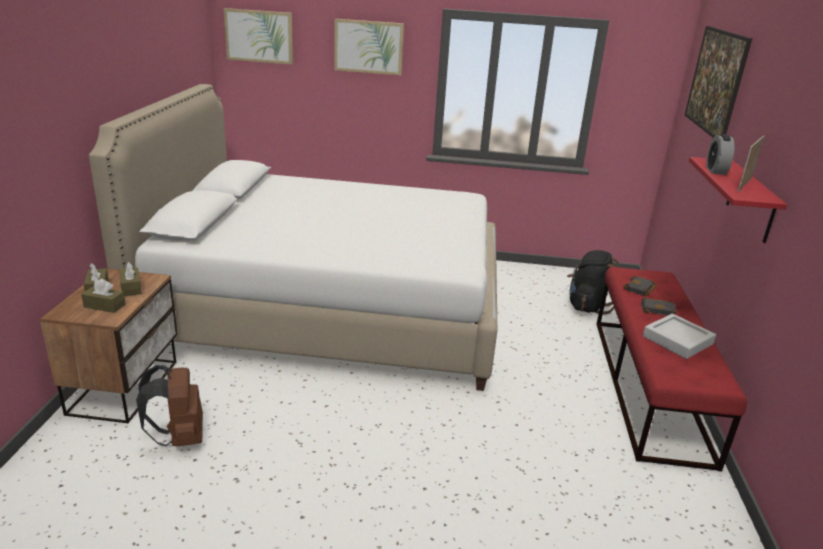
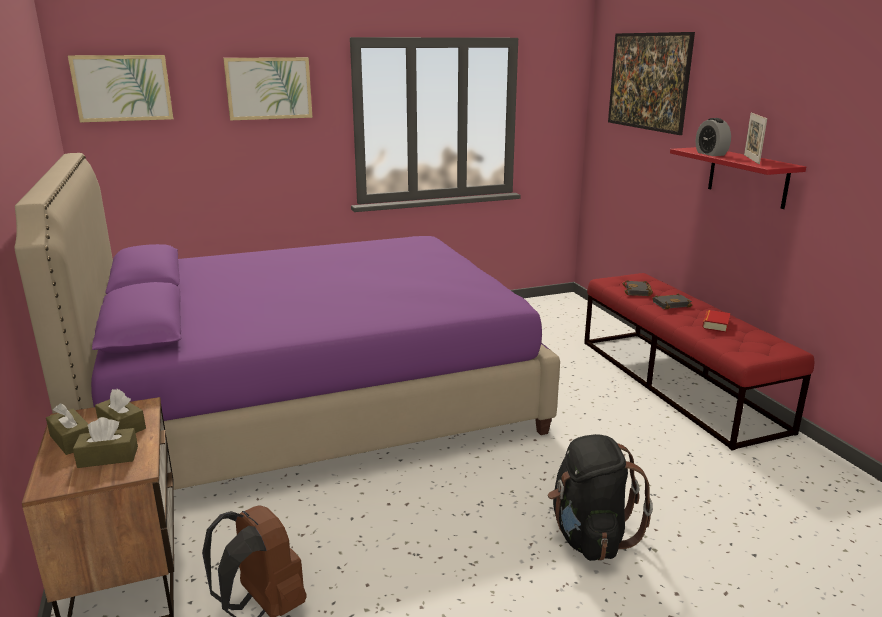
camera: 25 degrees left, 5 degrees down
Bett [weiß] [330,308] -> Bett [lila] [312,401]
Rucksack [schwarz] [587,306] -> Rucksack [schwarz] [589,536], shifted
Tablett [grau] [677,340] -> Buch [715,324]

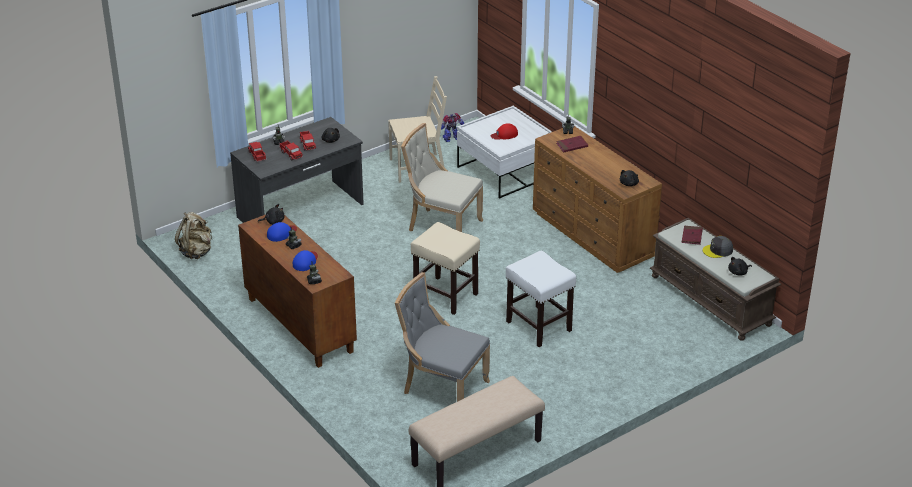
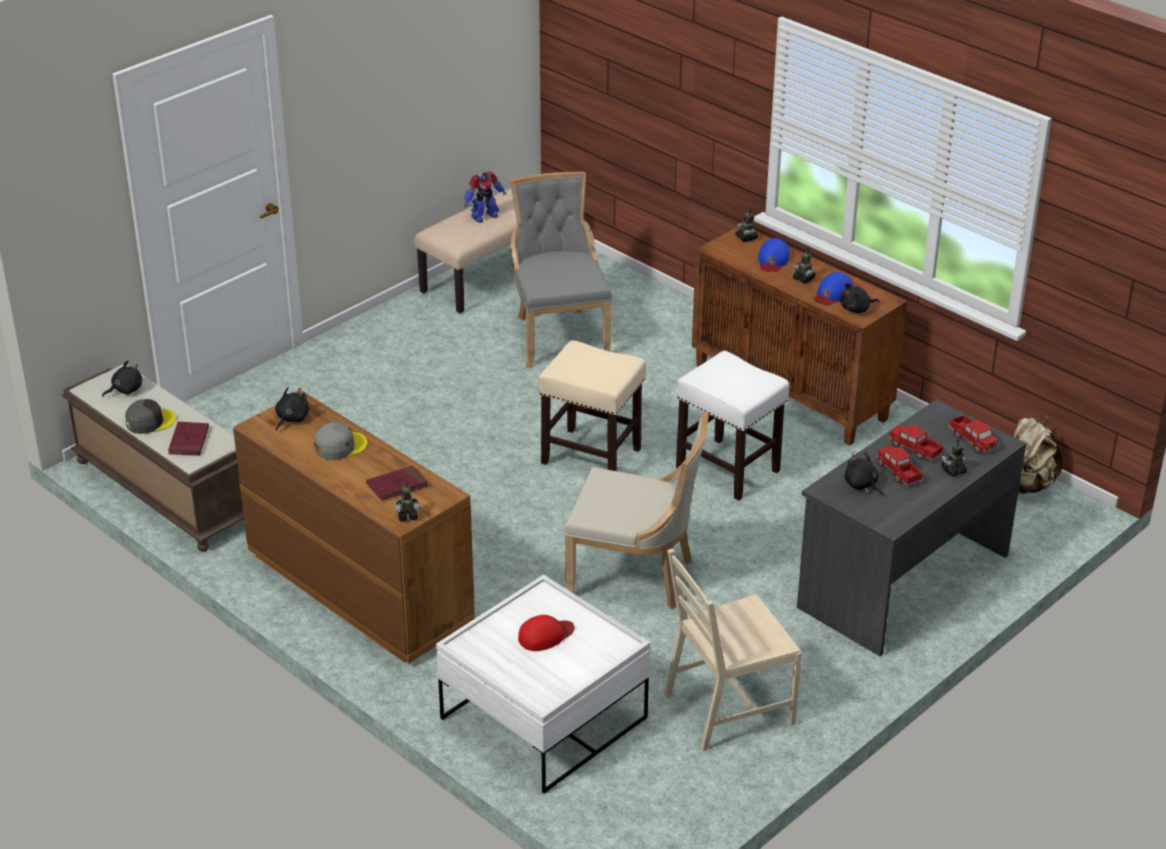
camera: 170 degrees right, 0 degrees up
Stuhl [grau] [442,388] -> Stuhl [grau] [559,335], 120 degrees counterclockwise
Spielzeugroboter [452,139] -> Spielzeugroboter [484,216], shifted
Hocker [weiß] [538,326] -> Hocker [weiß] [729,469], shifted
none -> Kappe [grau] [340,446]

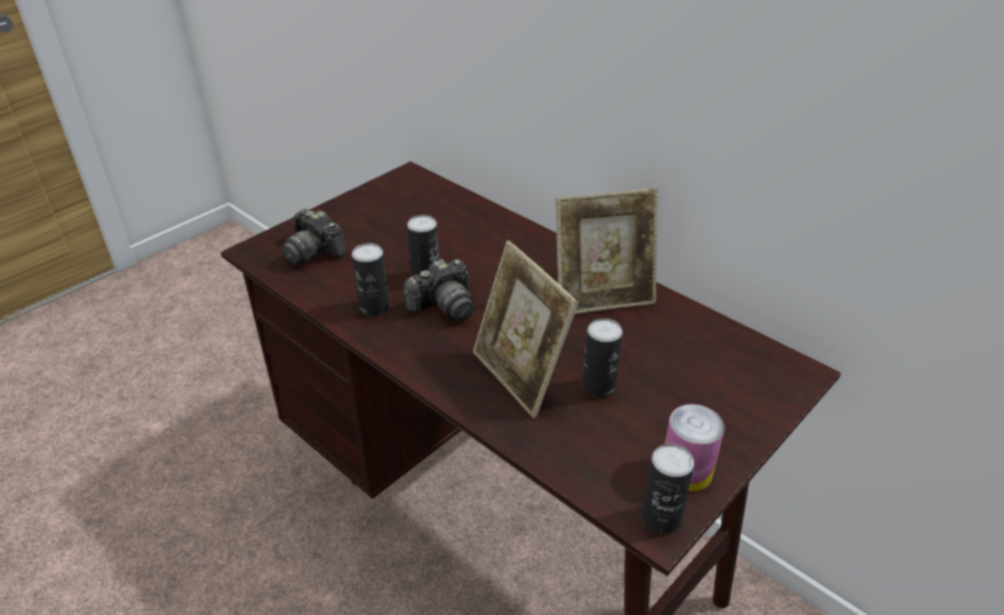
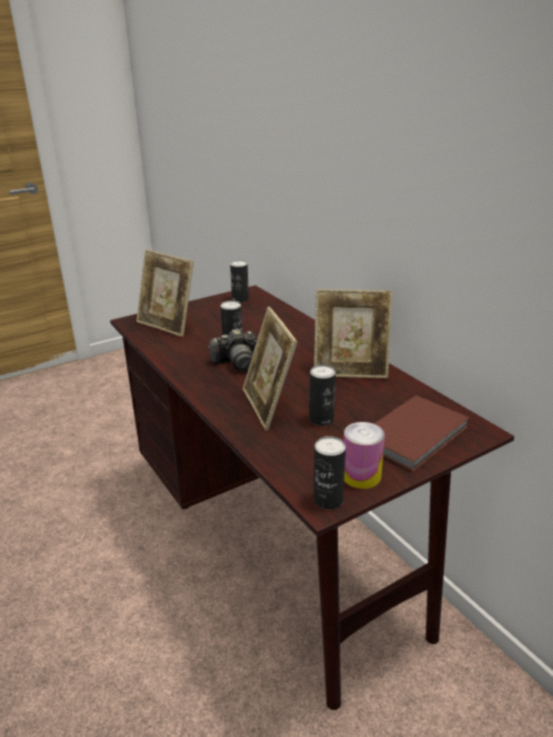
camera: 15 degrees right, 10 degrees down
Kamera [314,251] -> Bilderrahmen [167,325]
Dose [374,307] -> Dose [240,299], shifted
none -> Buch [braun] [416,435]

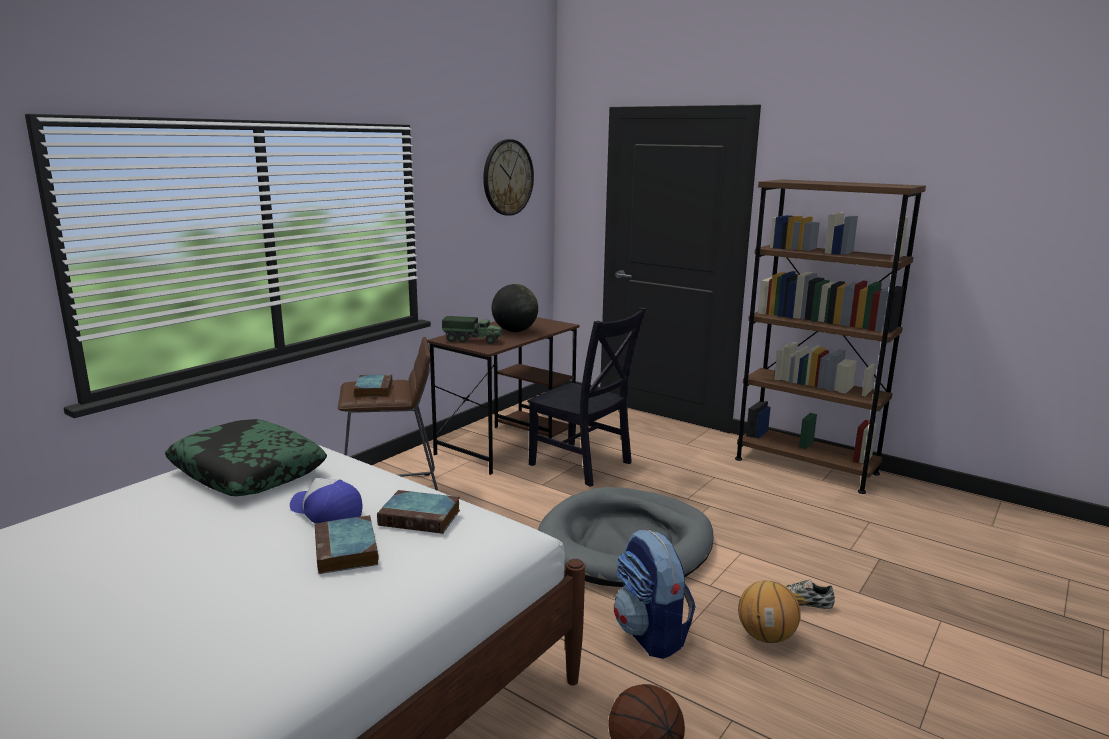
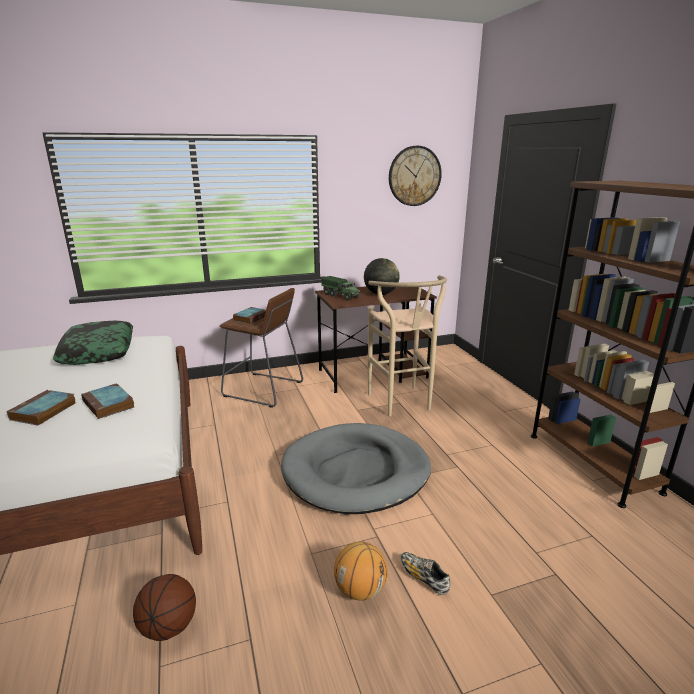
camera: 35 degrees right, 5 degrees up
Kappe [326,512] -> none
Stuhl [schwarz] [583,465] -> Hocker [beige] [402,404]
Rucksack [651,634] -> none

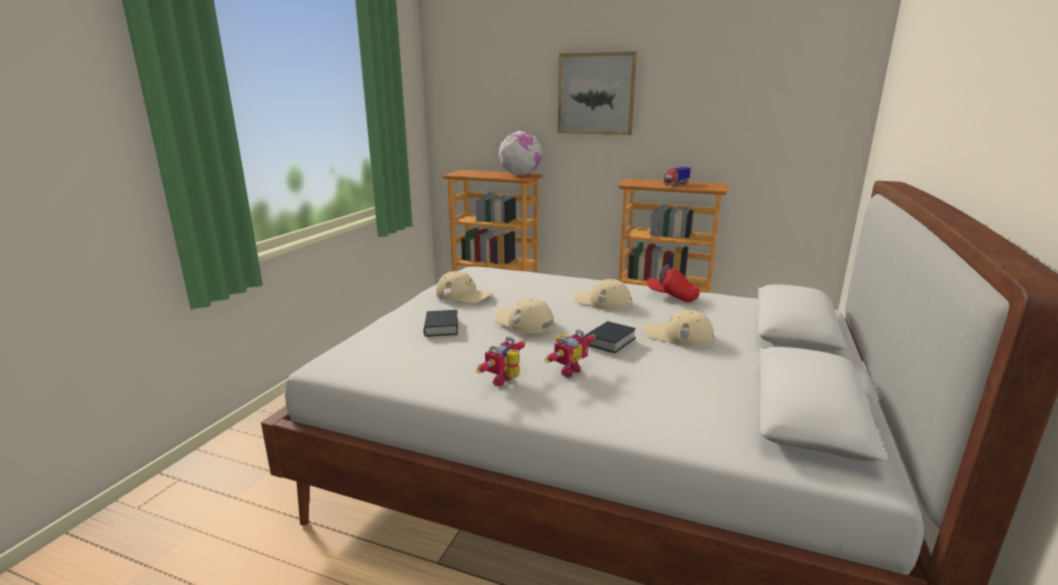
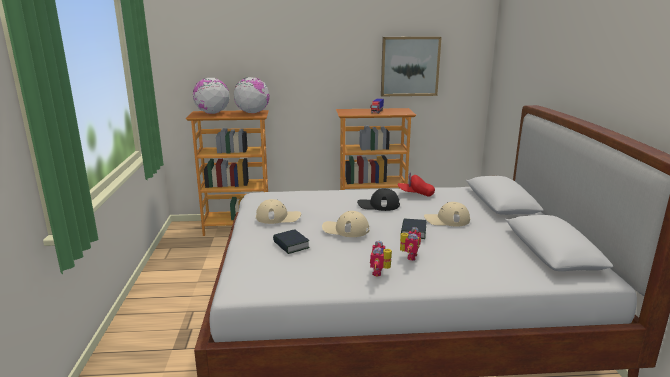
camera: 25 degrees left, 0 degrees up
Bild [596,94] -> Bild [410,66], shifted
Kappe [beige] [602,301] -> Kappe [schwarz] [378,205]
none -> Globus [212,113]

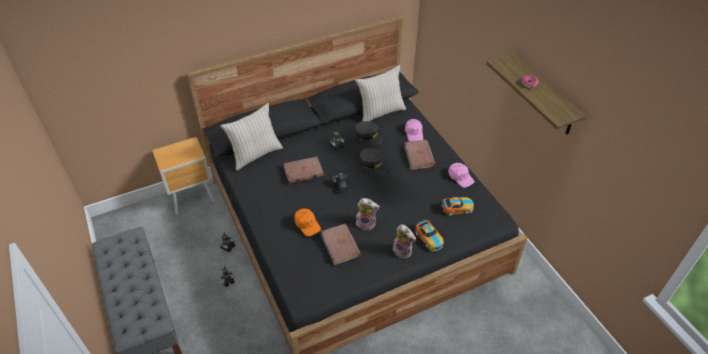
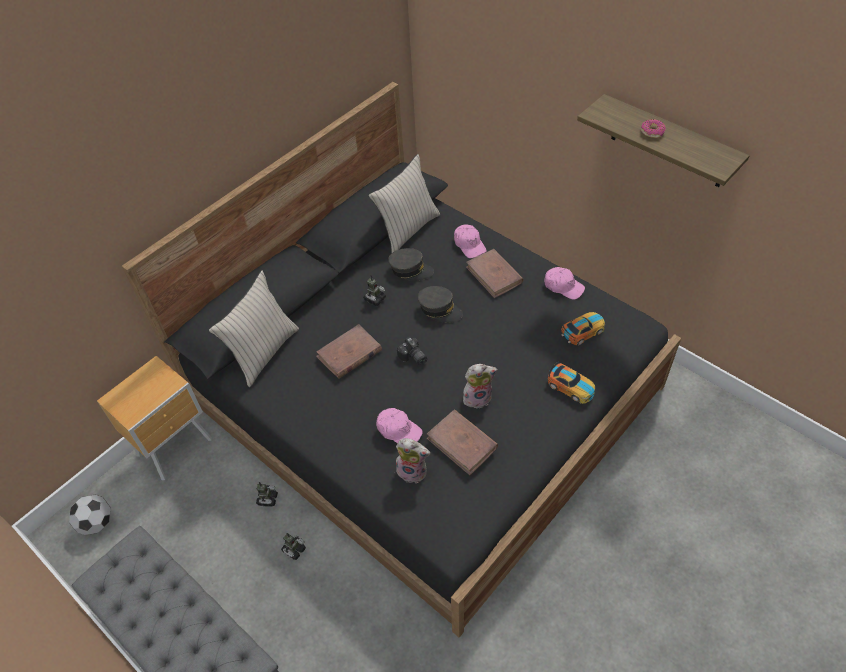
camera: 20 degrees left, 5 degrees up
Kappe [orange] [307,224] -> Kappe [rosa] [399,430]
Plüschtier [403,251] -> Plüschtier [413,471], shifted
none -> Fußball [97,523]

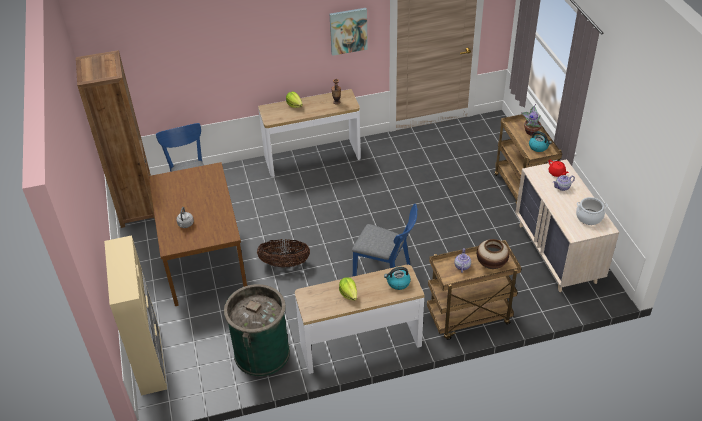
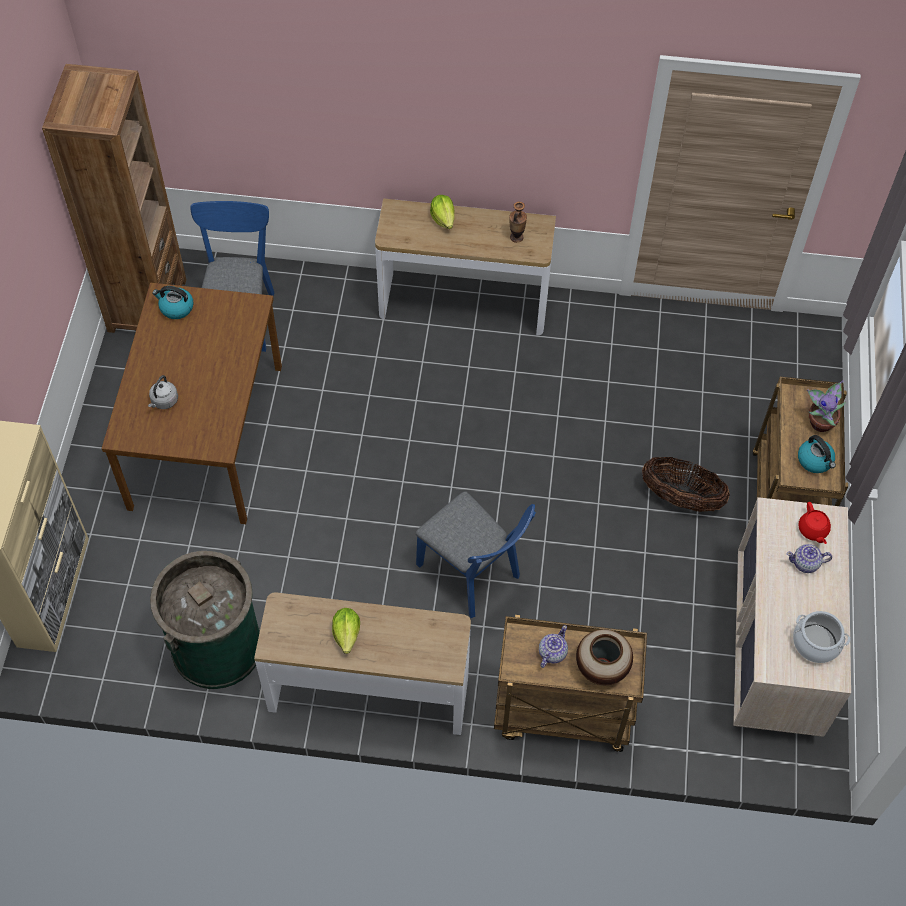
camera: 20 degrees right, 15 degrees up
Korb [284,263] -> Korb [681,498], shifted
Bild [348,31] -> none
Wasserkessel [398,283] -> Wasserkessel [176,308], shifted

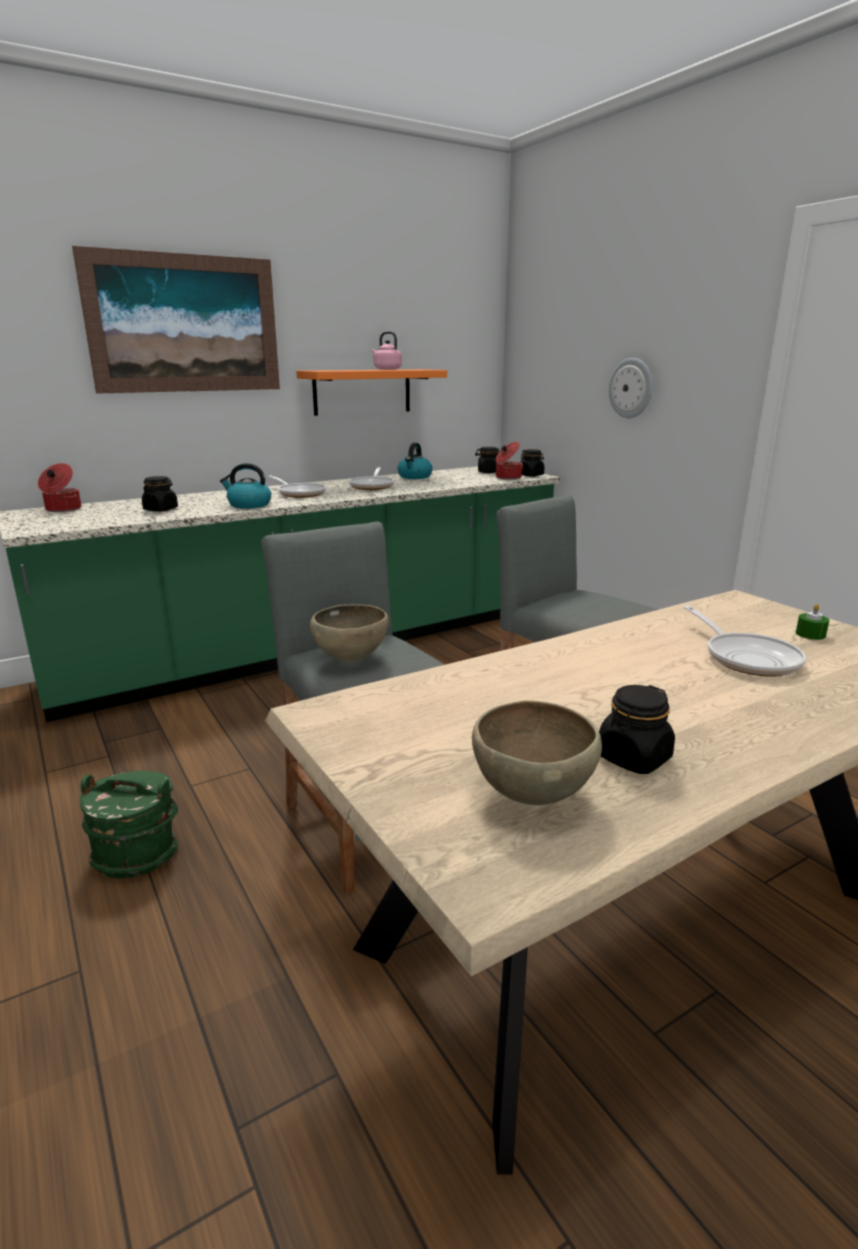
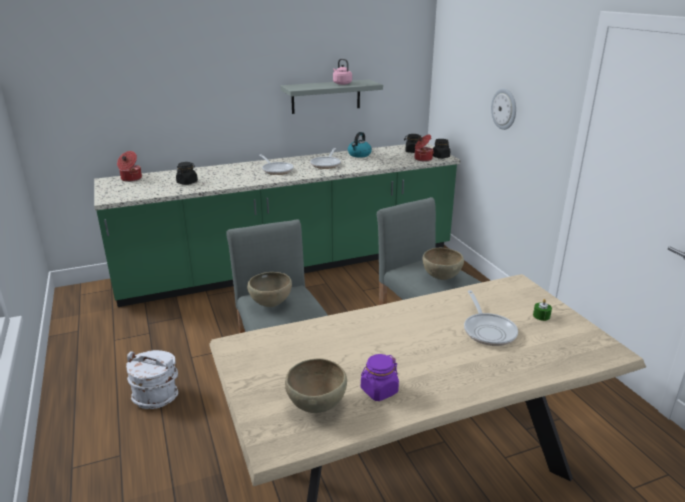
camera: 10 degrees right, 5 degrees up
Bild [185,324] -> none
Eimer [grün] [137,854] -> Eimer [weiß] [156,396]
Wasserkessel [248,505] -> none
Wandregal [orange] [362,391] -> Wandregal [grau] [326,96]
Vorratsglas [schwarz] [633,758] -> Vorratsglas [lila] [379,391]
none -> Schüssel [braun] [441,278]

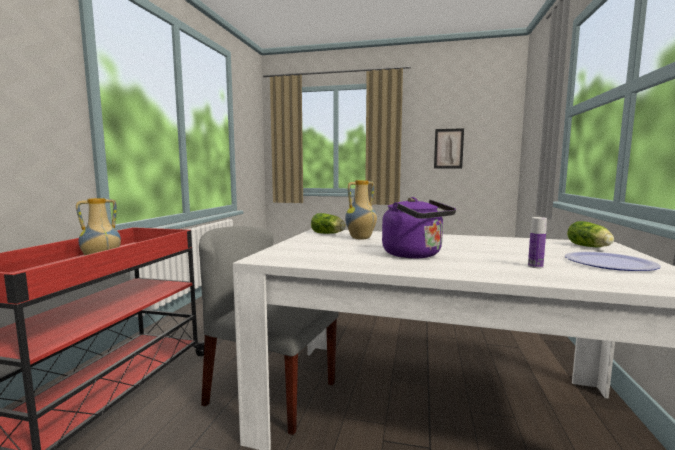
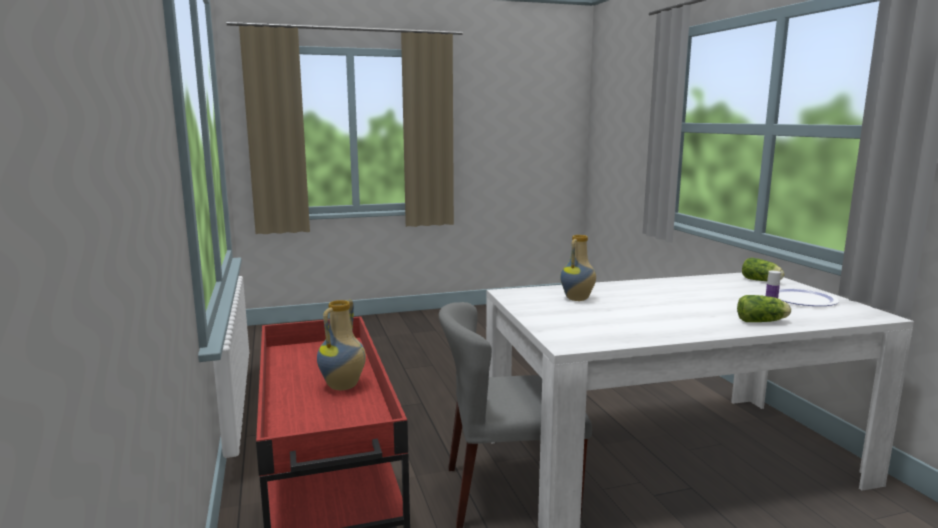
camera: 30 degrees left, 5 degrees up
Salatkopf [328,233] -> Salatkopf [763,321], shifted
Wasserkessel [lila] [415,255] -> none
Bild [448,148] -> none

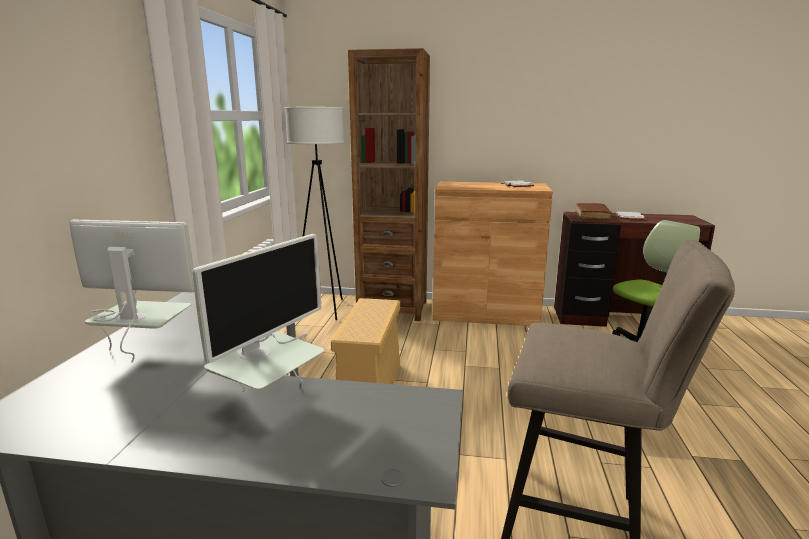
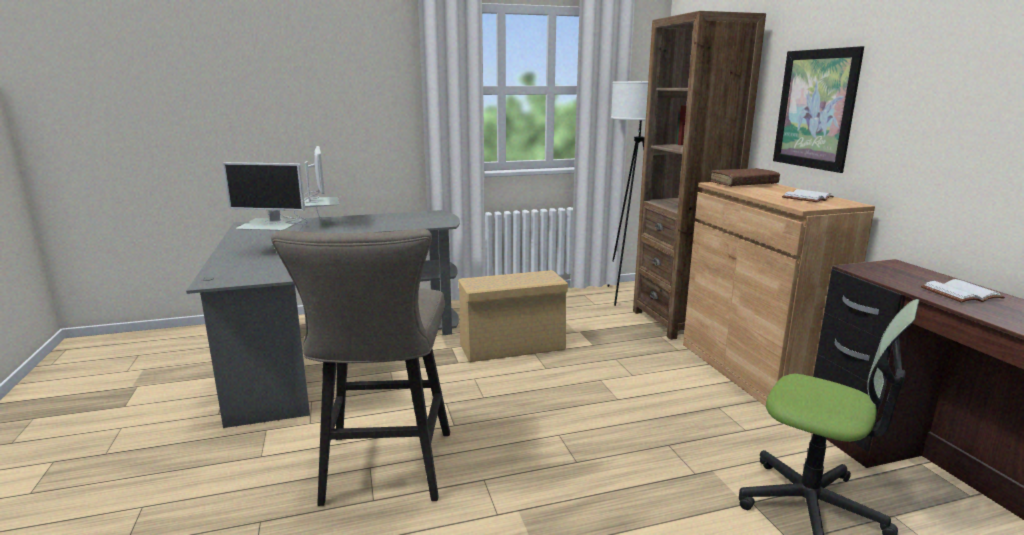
camera: 65 degrees right, 0 degrees up
Buch [braun] [592,216] -> Buch [braun] [743,184], shifted
none -> Bild [815,109]

